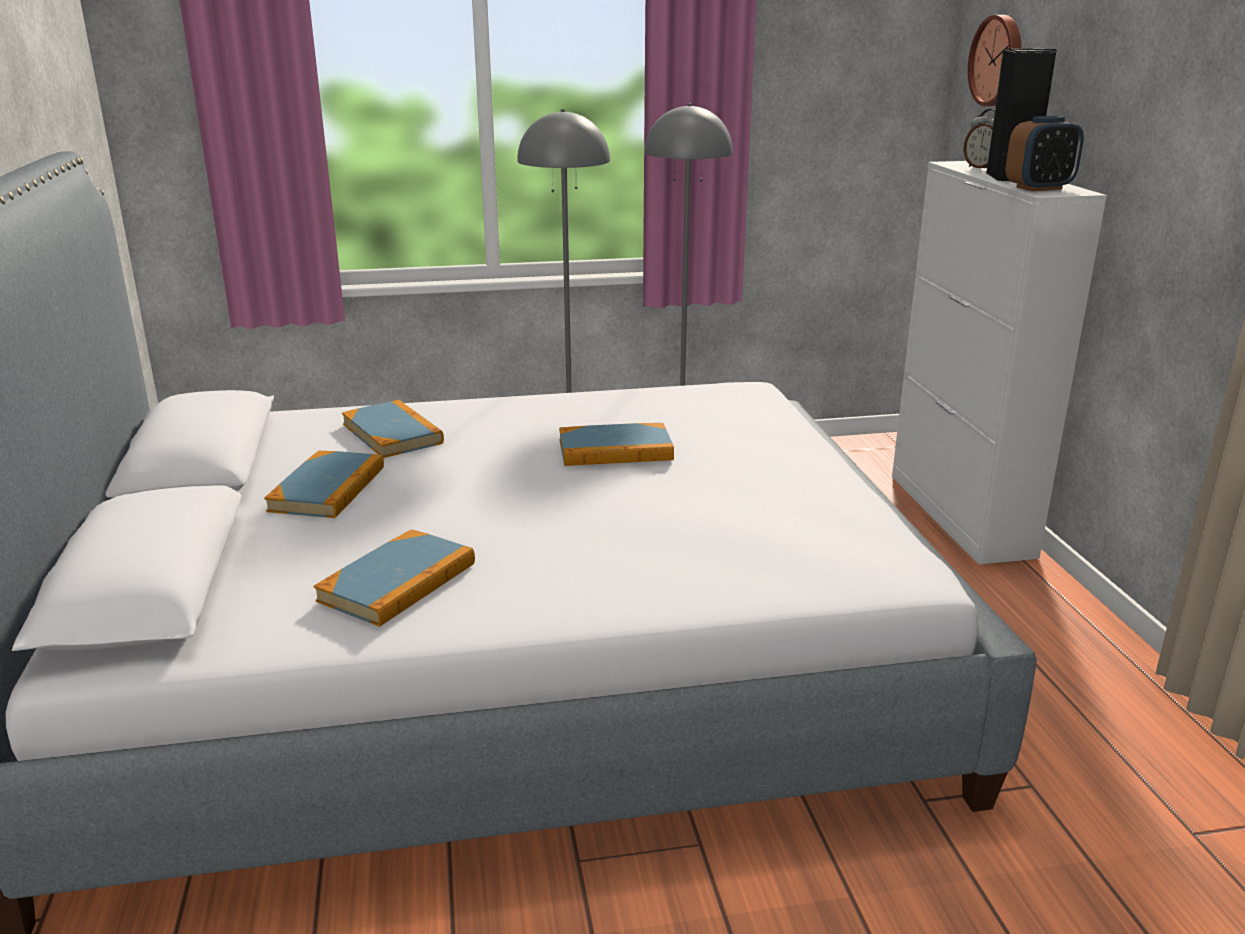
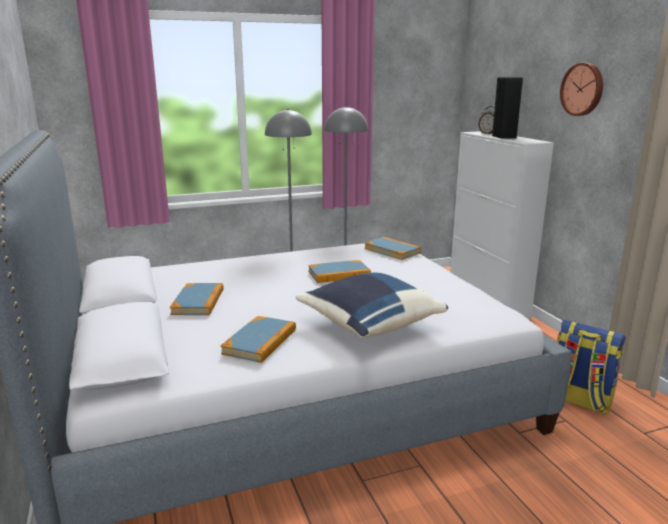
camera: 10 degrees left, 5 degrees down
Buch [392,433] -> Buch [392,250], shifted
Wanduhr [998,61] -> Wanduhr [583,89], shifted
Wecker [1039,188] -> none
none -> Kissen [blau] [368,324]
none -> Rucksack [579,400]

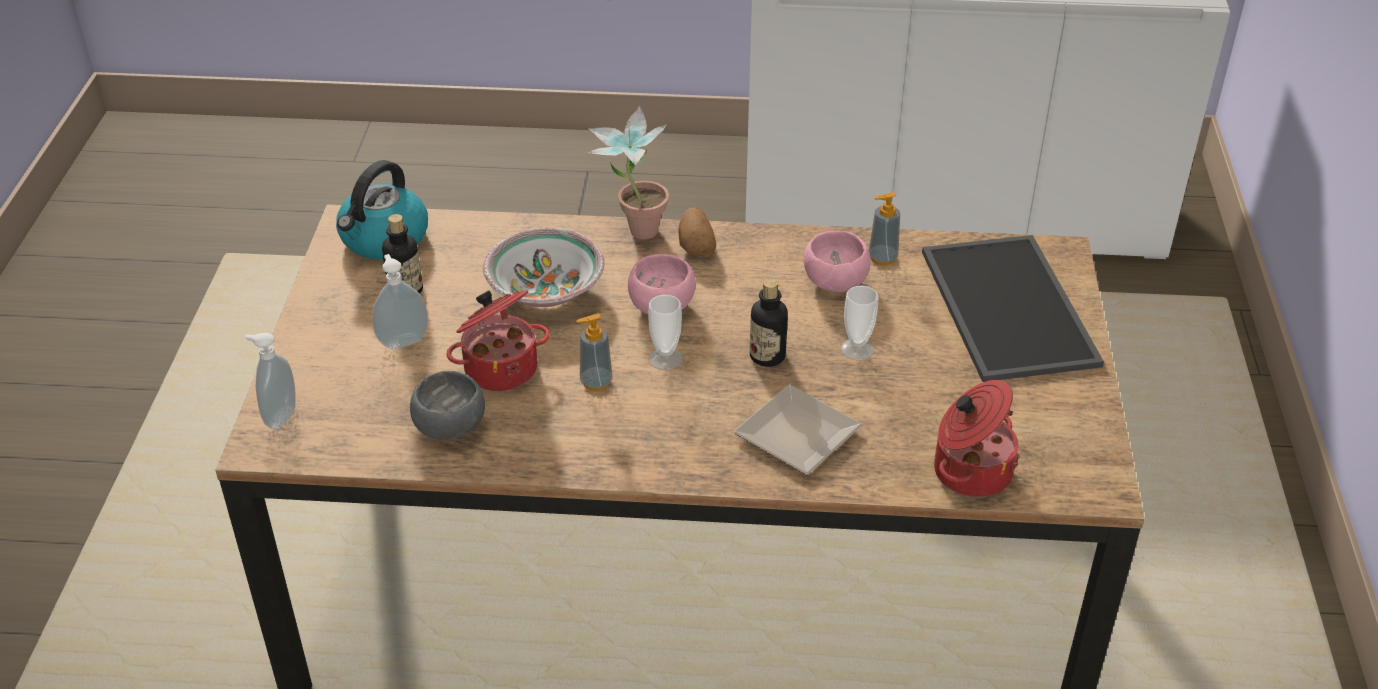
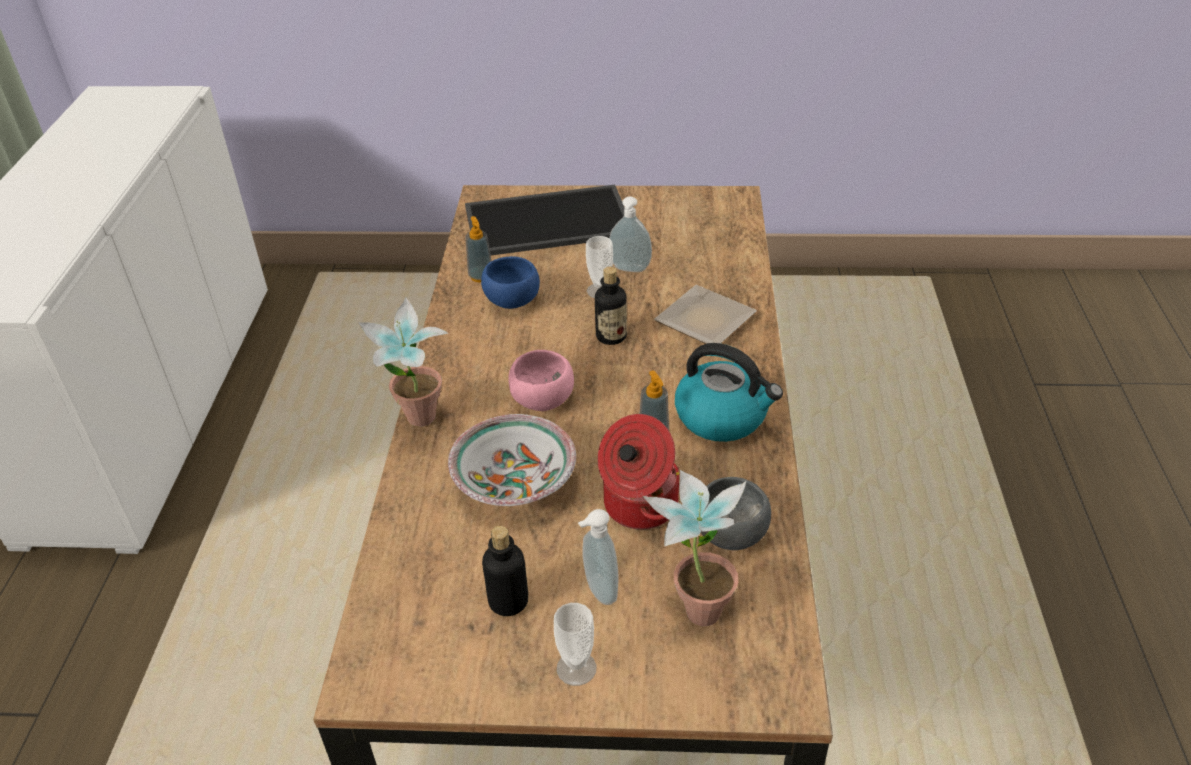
camera: 90 degrees left, 0 degrees up
Seifenspender [279,416] -> Seifenspender [629,270], shifted
Wasserkessel [384,239] -> Wasserkessel [722,417], shifted
Tasse [665,358] -> Tasse [576,668], shifted
Kartoffel [696,246] -> none
Schüssel [rosa] [833,282] -> Schüssel [blau] [511,302]
Kochtopf [970,471] -> none
none -> Topfpflanze [695,602]

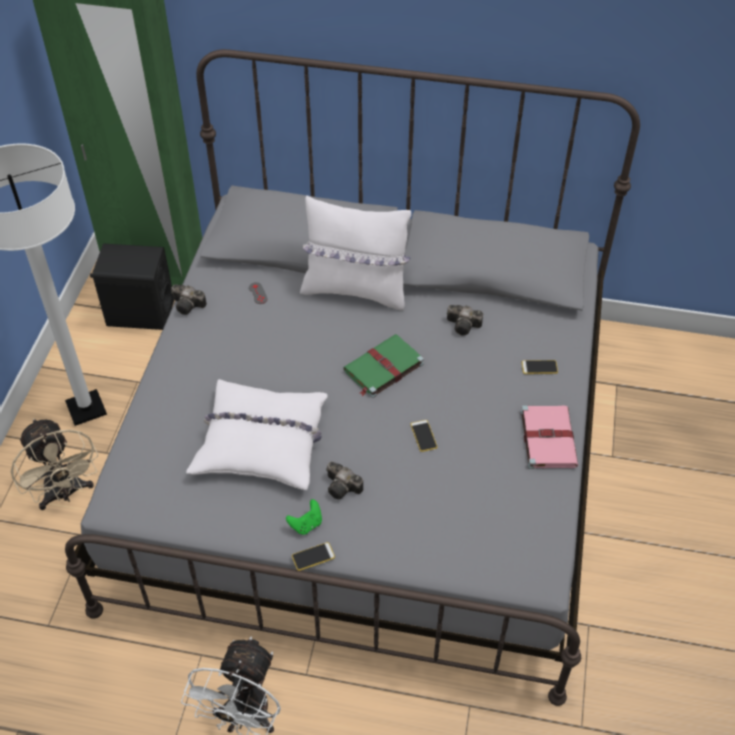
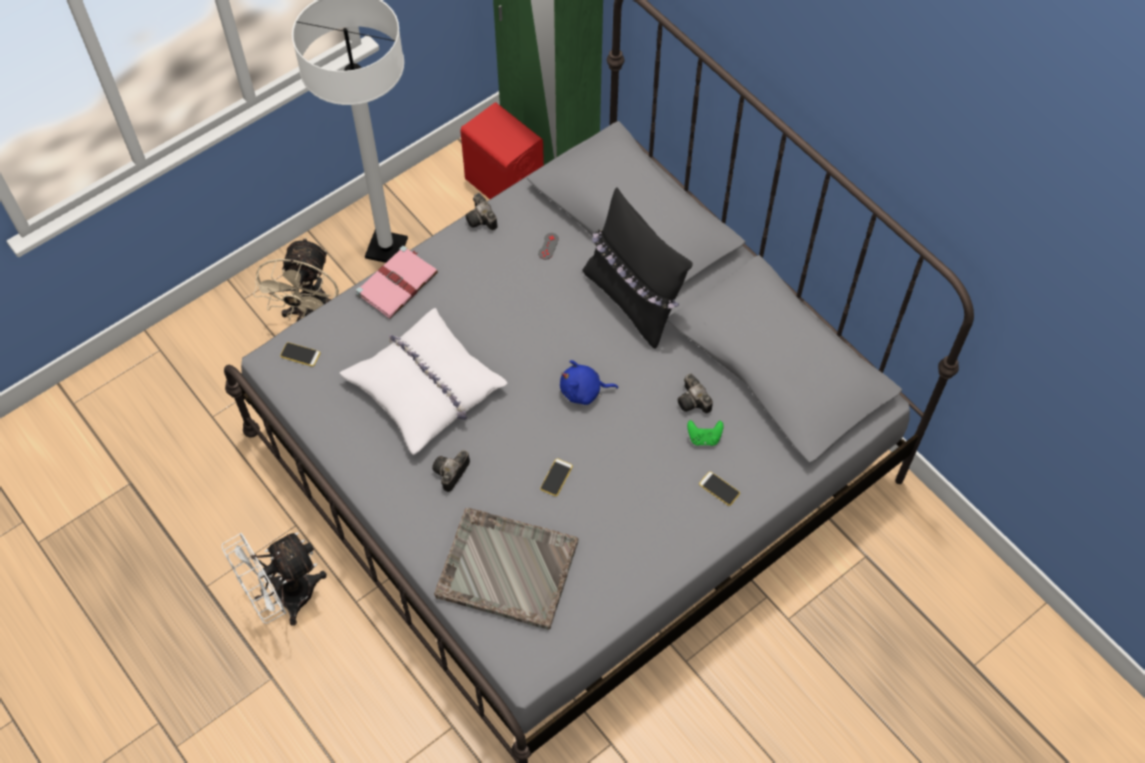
camera: 40 degrees right, 10 degrees up
Lautsprecher [schwarz] [140,313] -> Lautsprecher [rot] [504,185]
Gamepad [grün] [306,524] -> Gamepad [grün] [704,438], shifted
Handy [313,556] -> Handy [300,354], shifted
Kissen [weiß] [355,290] -> Kissen [schwarz] [633,300]
Kamera [343,488] -> Kamera [450,474], 45 degrees clockwise
Buch [grün] [382,368] -> Plüschtier [blau] [584,391]
Buch [rosa] [547,437] -> Buch [rosa] [398,283], shifted
none -> Tablett [grau] [505,568]

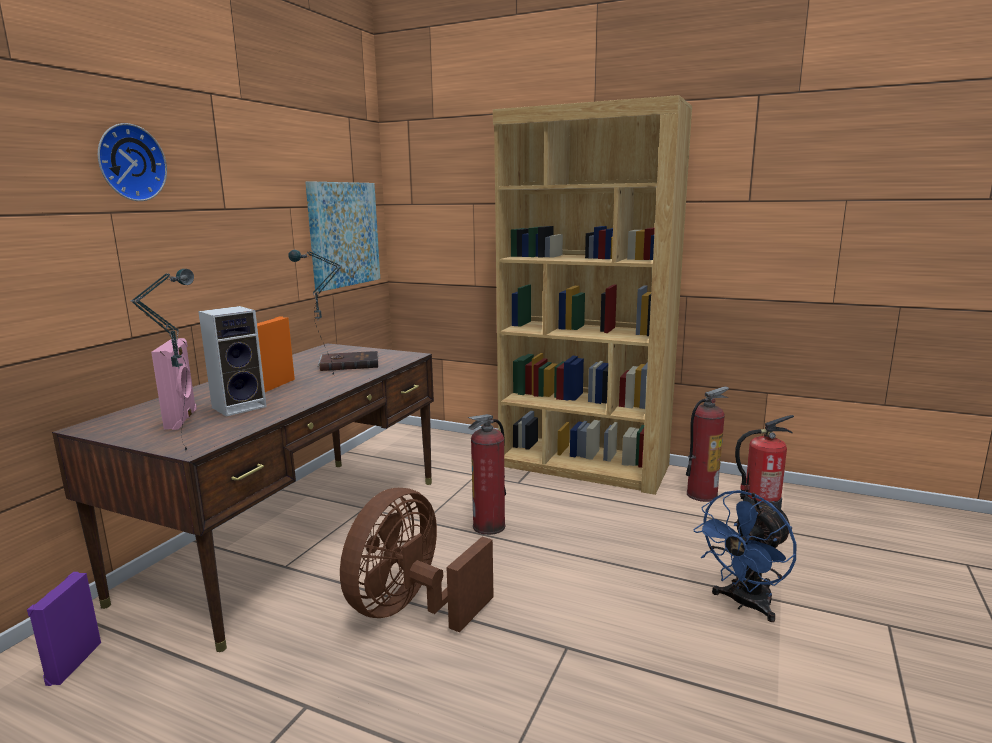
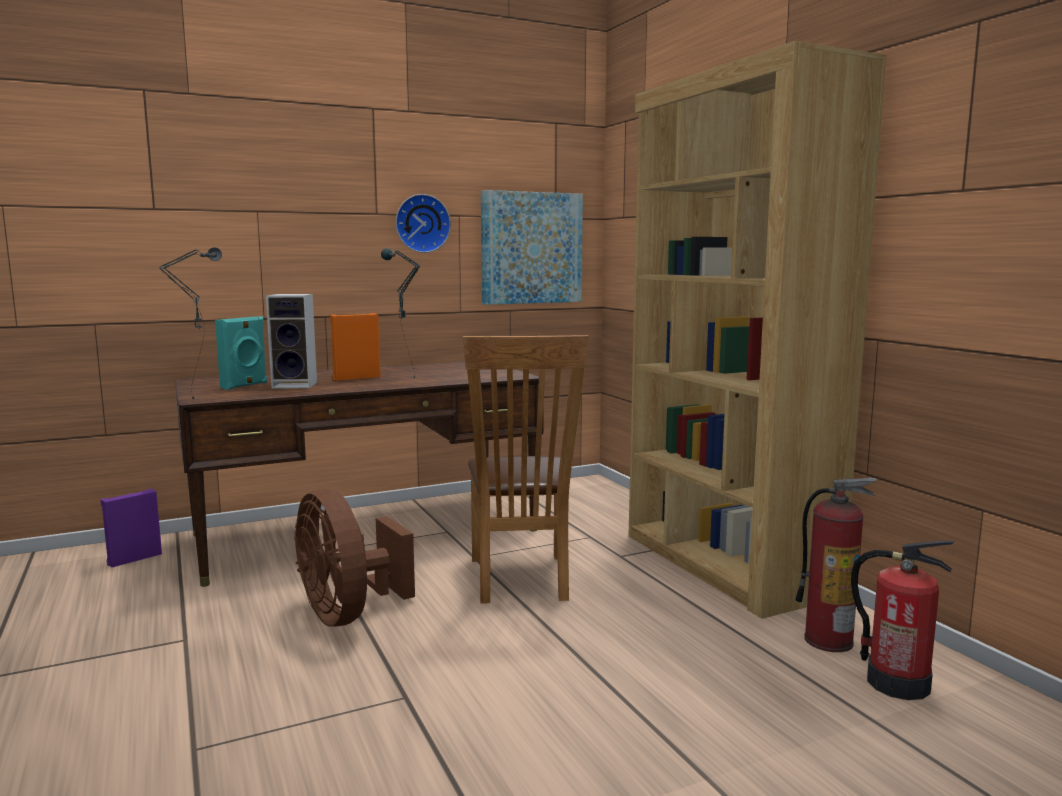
camera: 40 degrees right, 5 degrees down
Wanduhr [129,163] -> Wanduhr [422,223], shifted
Lautsprecher [rosa] [182,420] -> Lautsprecher [türkis] [245,385]
Buch [braun] [349,364] -> none
Ventilator [braun] [411,609] -> Ventilator [braun] [348,614], 105 degrees counterclockwise
Feuerlöscher [489,526] -> Stuhl [braun] [521,581]
Ventilator [blau] [744,604] -> none

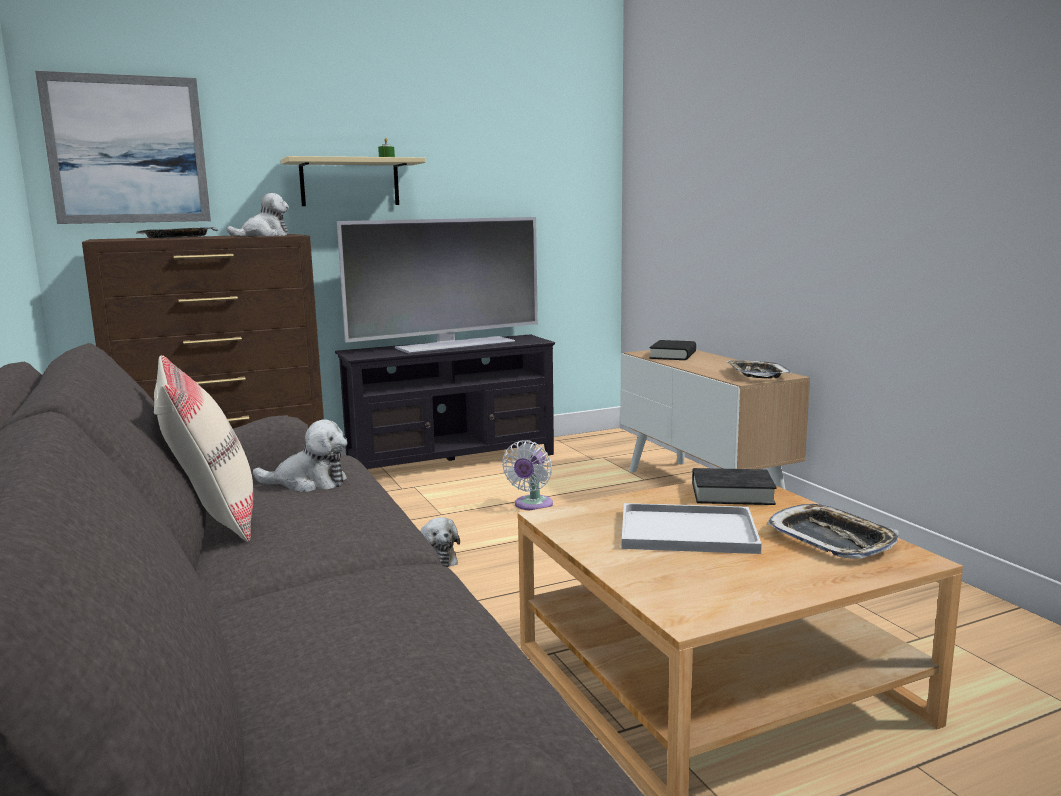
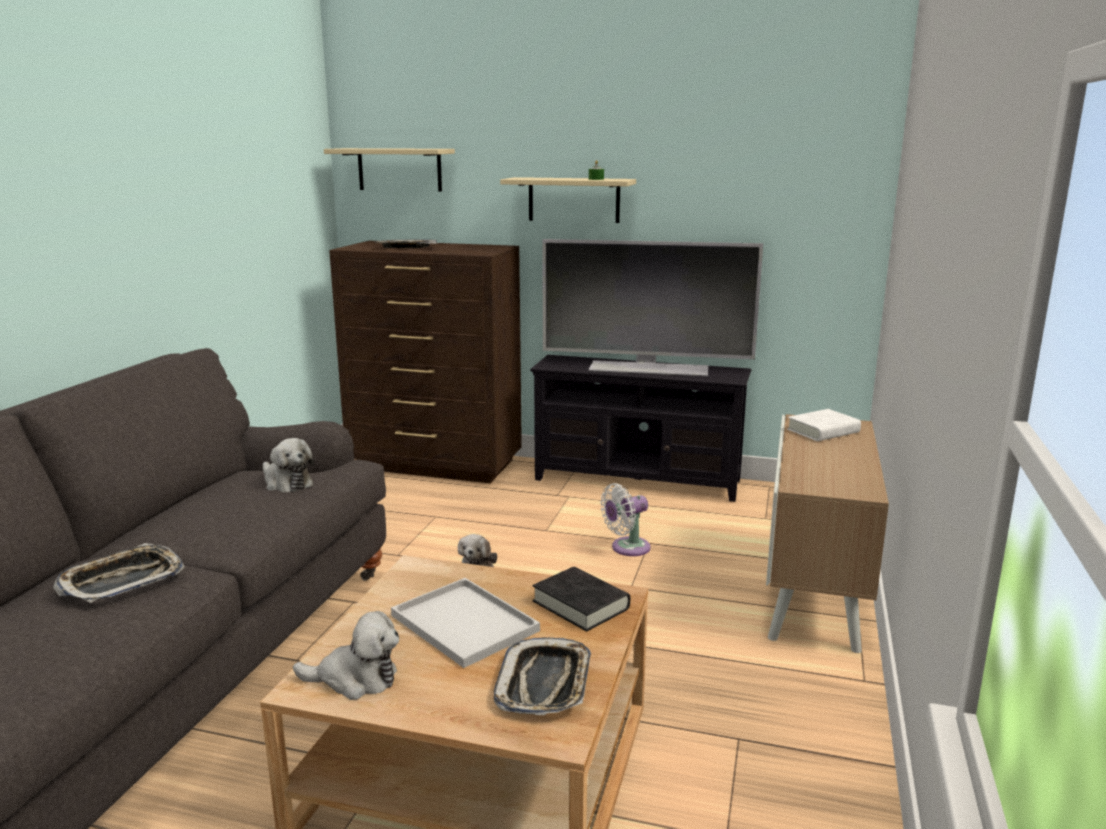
camera: 40 degrees right, 5 degrees up
Bild [127,150] -> Wandregal [beige] [399,169]
Kissen [beige] [211,517] -> none
Plüschtier [264,236] -> Plüschtier [355,679], shifted
Buch [schwarz] [673,355] -> Buch [weiß] [823,431]
Tablett [757,374] -> Tablett [122,581], shifted

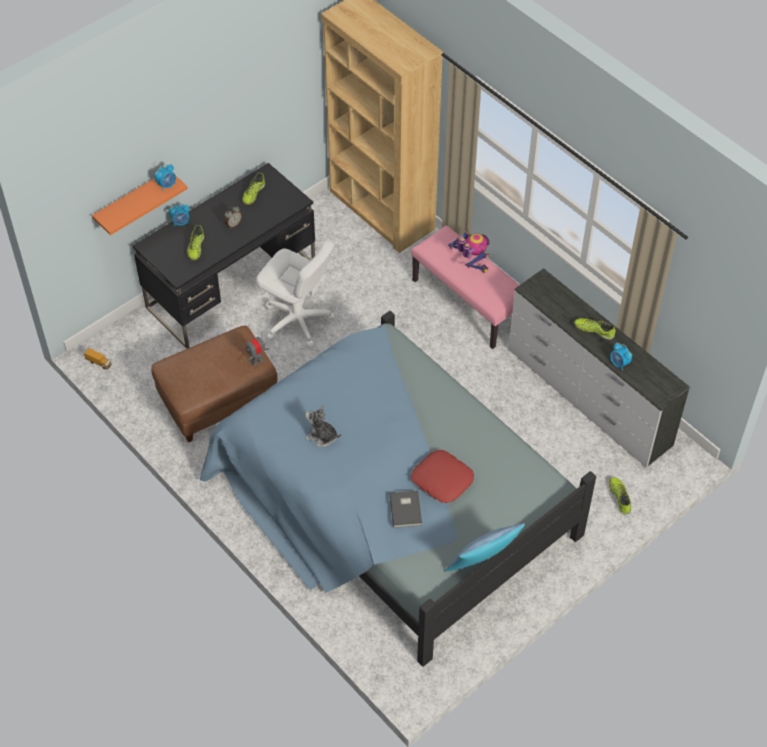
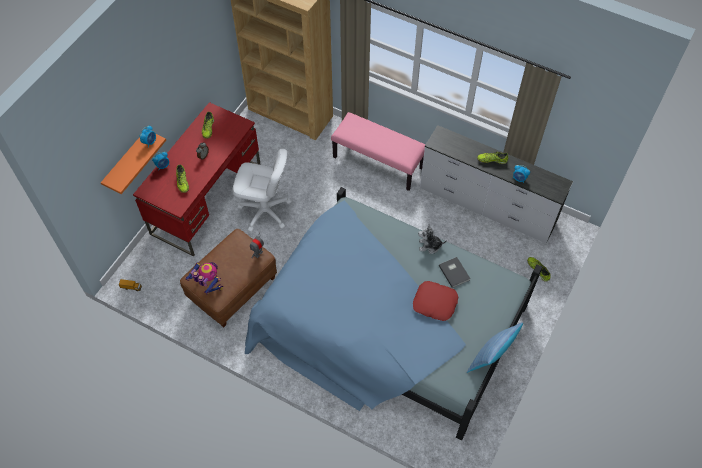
camera: 20 degrees left, 5 degrees up
Schreibtisch [schwarz] [232,286] -> Schreibtisch [rot] [207,199]
Plüschtier [322,436] -> Plüschtier [430,246], shifted
Buch [grau] [406,509] -> Buch [grau] [454,272], shifted
Spielzeugroboter [470,263] -> Spielzeugroboter [207,284], shifted

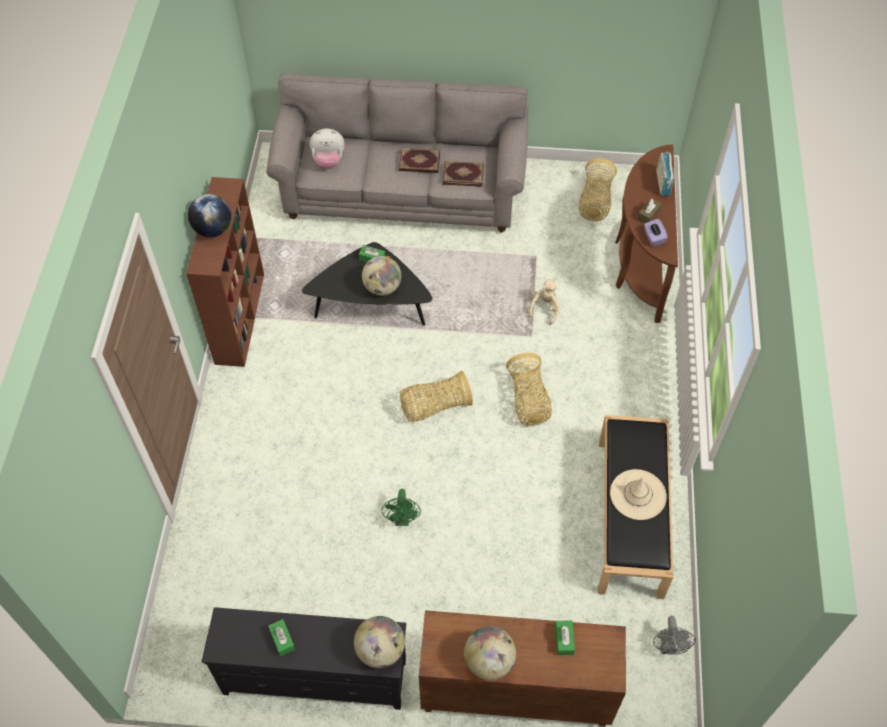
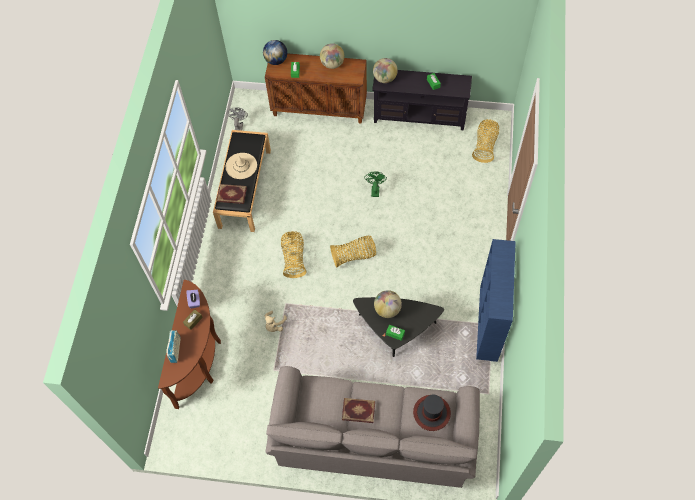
camera: 175 degrees left, 5 degrees up
Bücherregal [braun] [240,317] -> Bücherregal [blau] [488,324]
Globus [213,229] -> Globus [276,60], shifted
Plüschtier [328,161] -> Hut [431,413]
Buch [463,174] -> Buch [231,195], shifted
Korb [595,202] -> Korb [485,146], shifted

